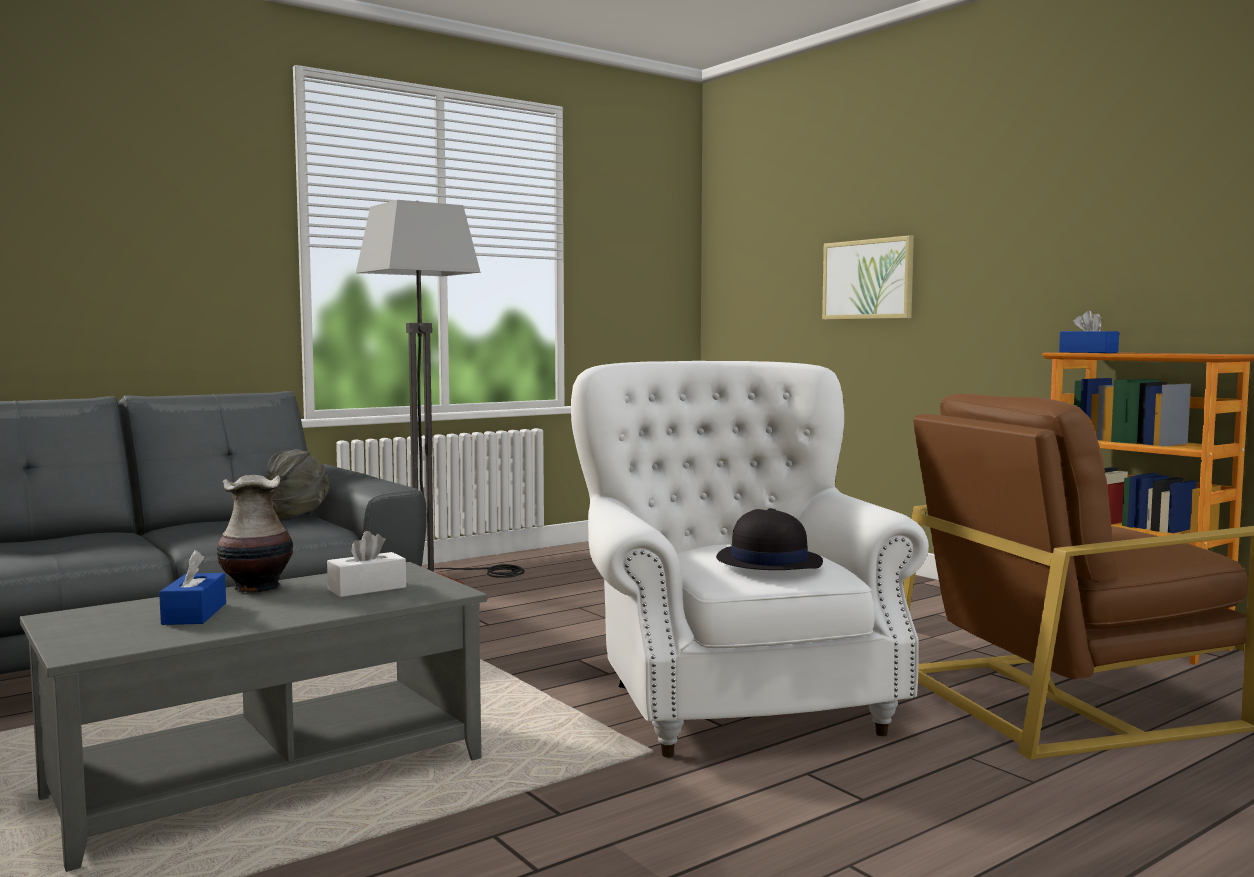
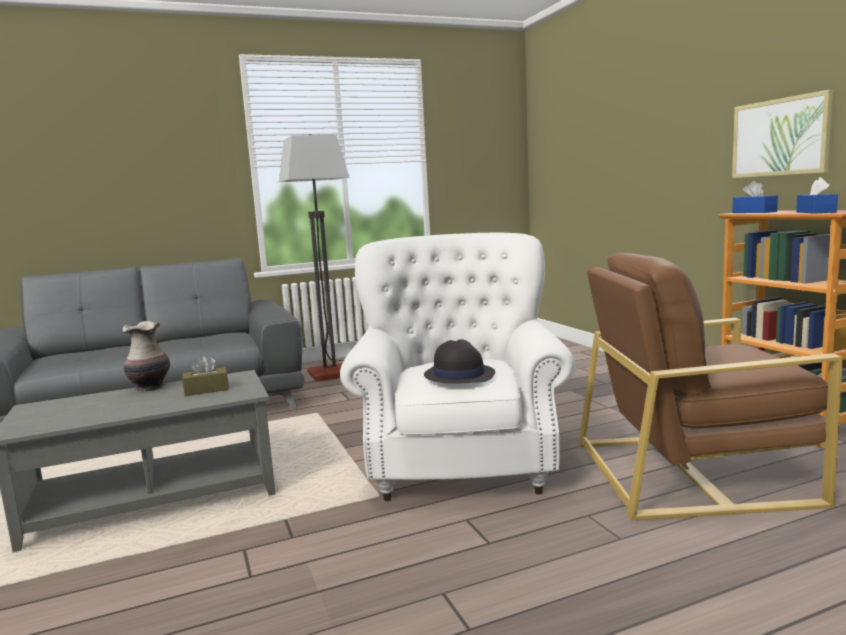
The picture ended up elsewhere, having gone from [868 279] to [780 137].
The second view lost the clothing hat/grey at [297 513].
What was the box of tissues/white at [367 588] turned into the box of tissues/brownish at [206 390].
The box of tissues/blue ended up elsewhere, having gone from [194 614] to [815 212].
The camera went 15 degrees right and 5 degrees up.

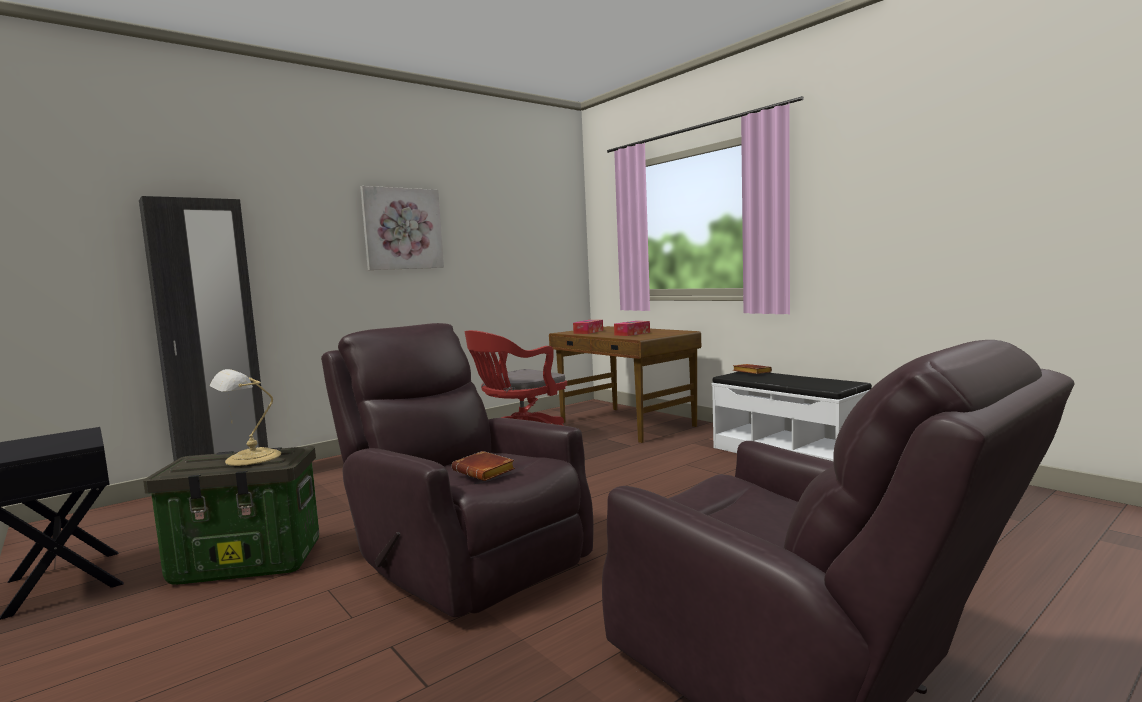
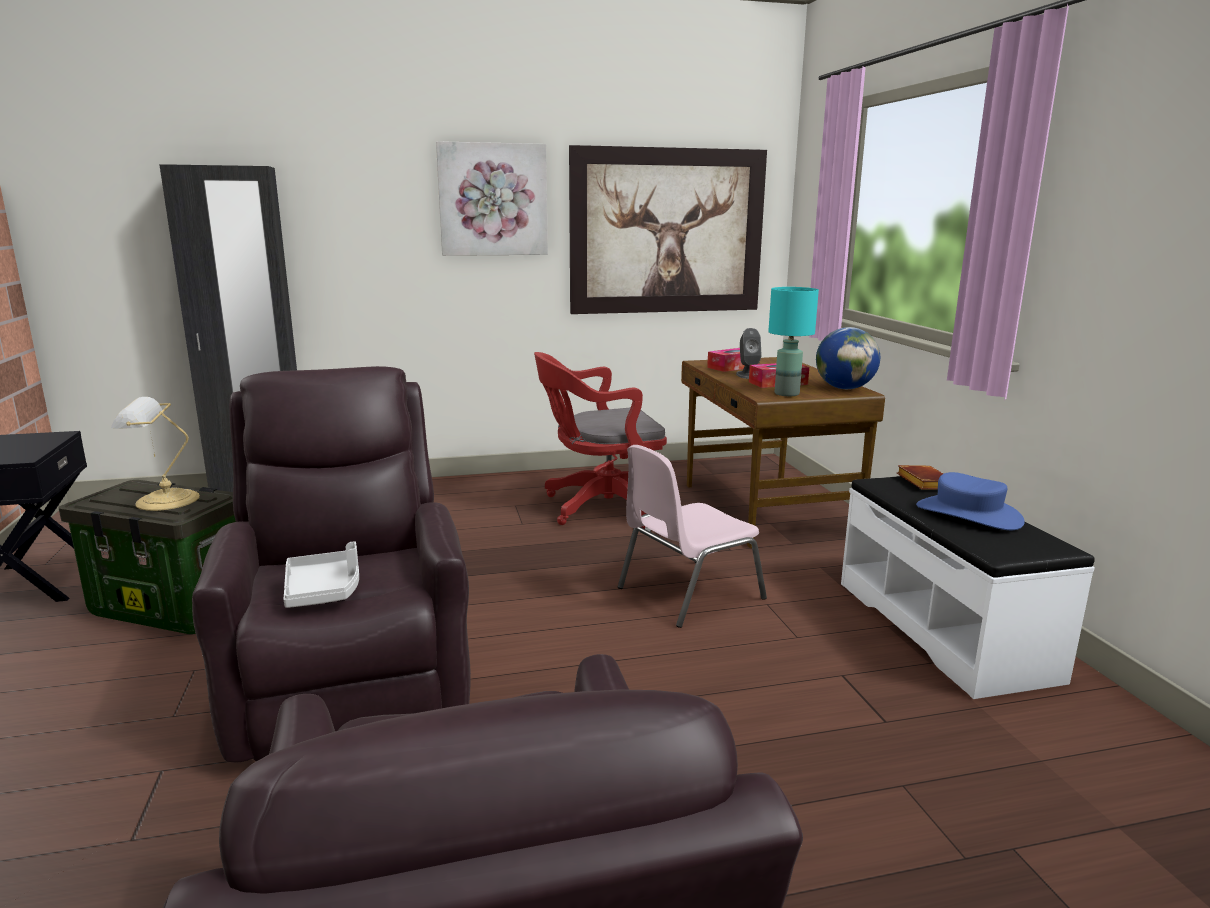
Where the volume/brownish stood at [486 471], the serving tray/grey came to stand at [324 590].
The second view gained the picture at [667 231].
The second view gained the table lamp/blue-green at [786 394].
The second view gained the world globe at [844 388].
The second view gained the speaker/grey at [747 375].
The second view gained the chair/pink-coloured at [687 593].
The second view gained the clothing hat/blue at [968 514].
The camera went 25 degrees right and 10 degrees up.

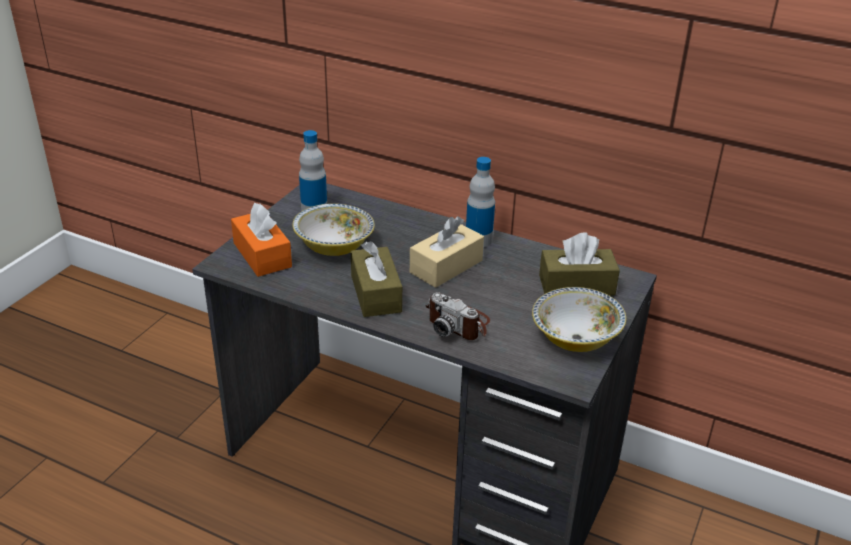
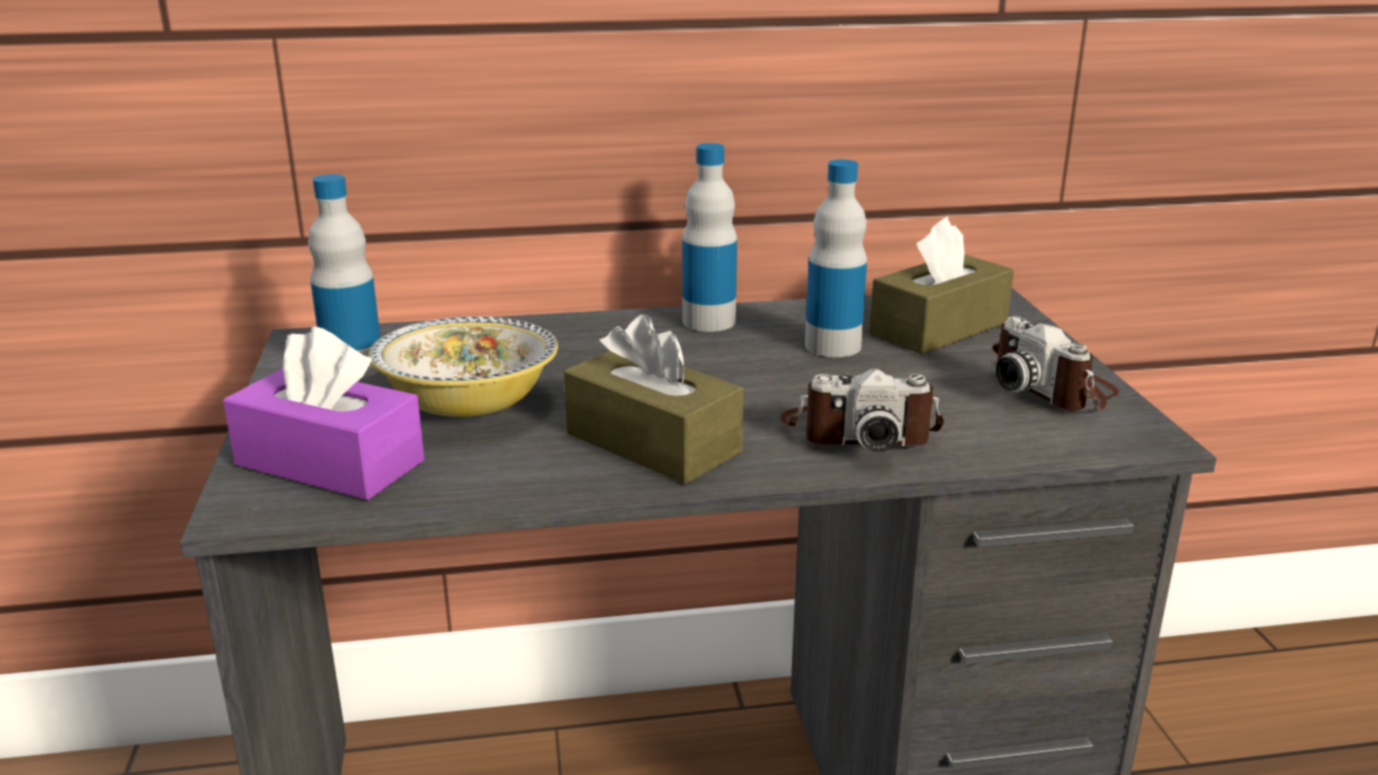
What was the box of tissues/orange-coloured at [262 255] turned into the box of tissues/purple-coloured at [330 463].
The second view lost the box of tissues/beige at [446 266].
Where the serving bowl stood at [575 338], the photo camera came to stand at [1053 388].
The second view gained the bottle at [833 346].
The camera went 35 degrees left and 10 degrees down.

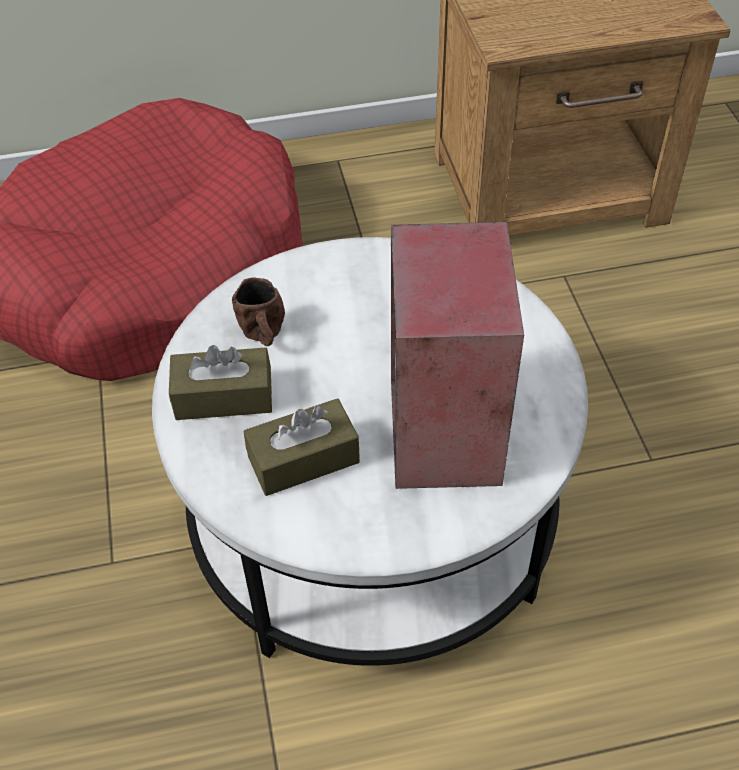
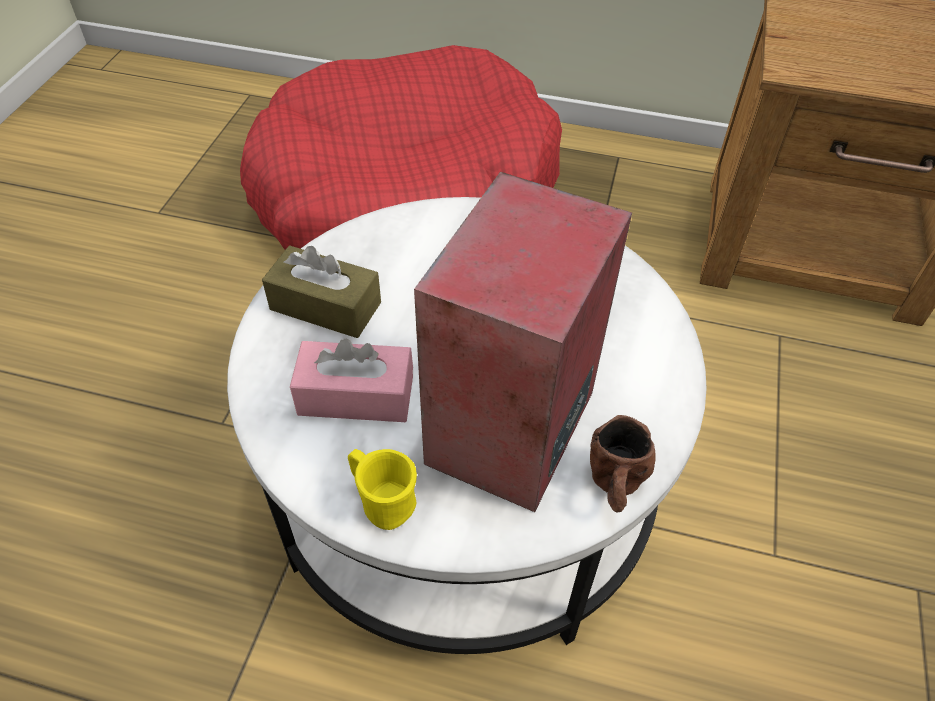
The tea mug/brownish ended up elsewhere, having gone from [264 337] to [615 489].
What was the box of tissues/brownish at [303 459] turned into the box of tissues/pink-coloured at [356 395].
The second view gained the tea mug/yellow-coloured at [382 502].
The camera went 25 degrees right and 0 degrees up.

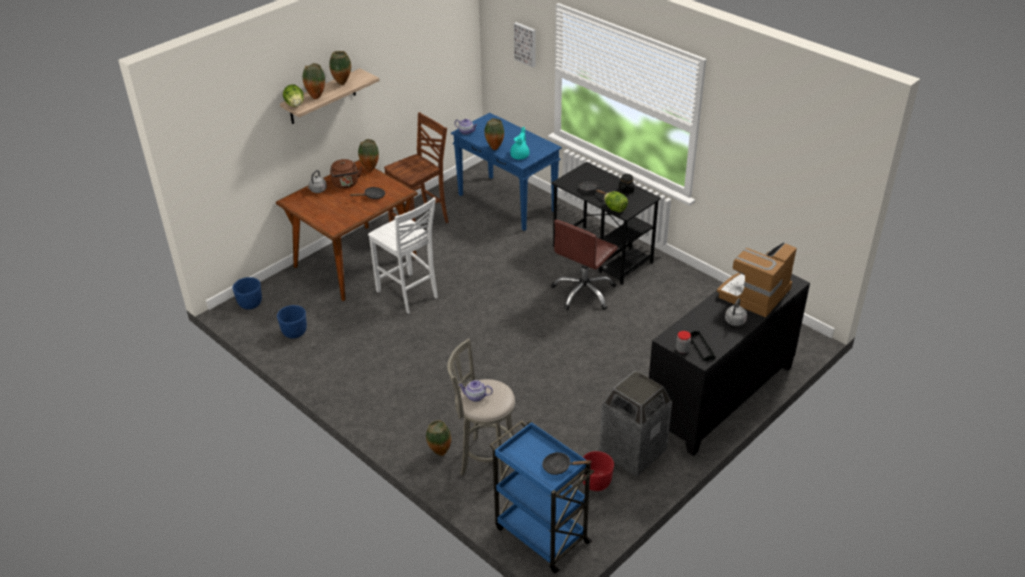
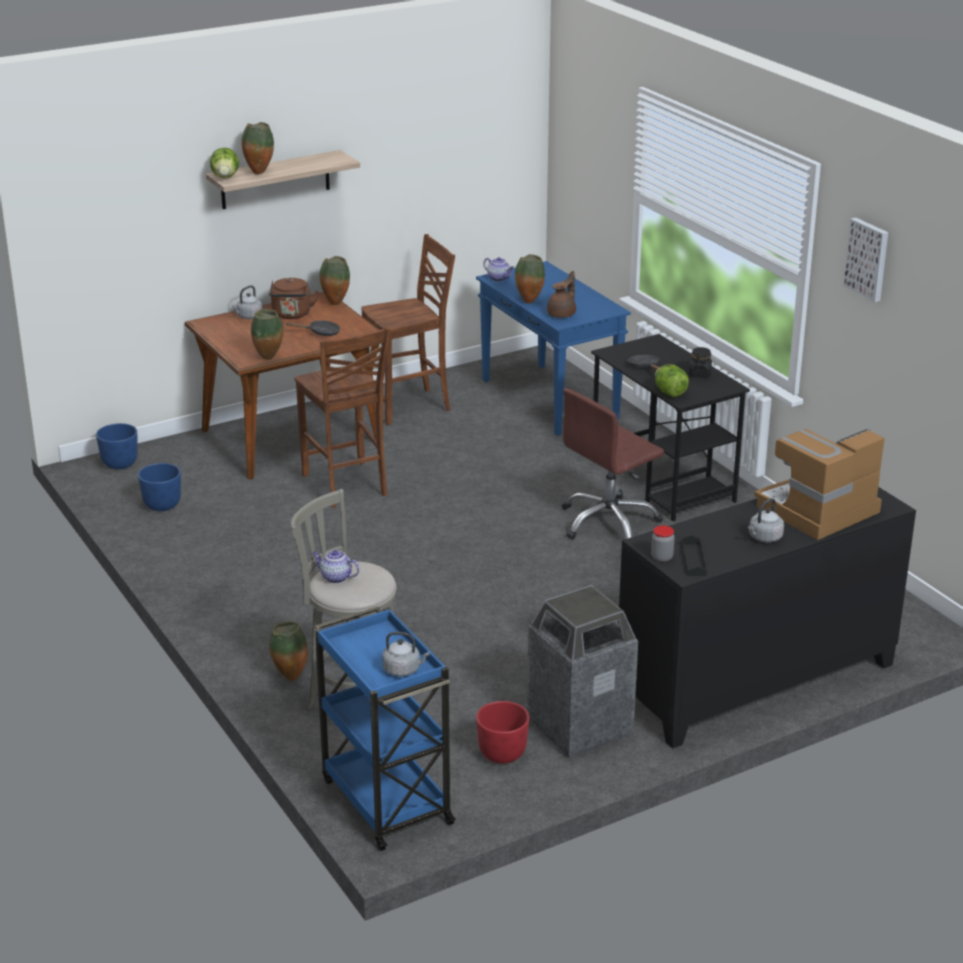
The picture ended up elsewhere, having gone from [526 44] to [868 259].
The flower vase ended up elsewhere, having gone from [343 84] to [269 359].
What was the tea pot/blue-green at [520 155] turned into the tea pot/brownish at [562 314].
What was the chair/white at [408 295] turned into the chair/brownish at [346 486].
Where the skillet/black-coloured stood at [560 467], the water kettle/grey came to stand at [403 670].
The camera went 15 degrees right and 10 degrees down.

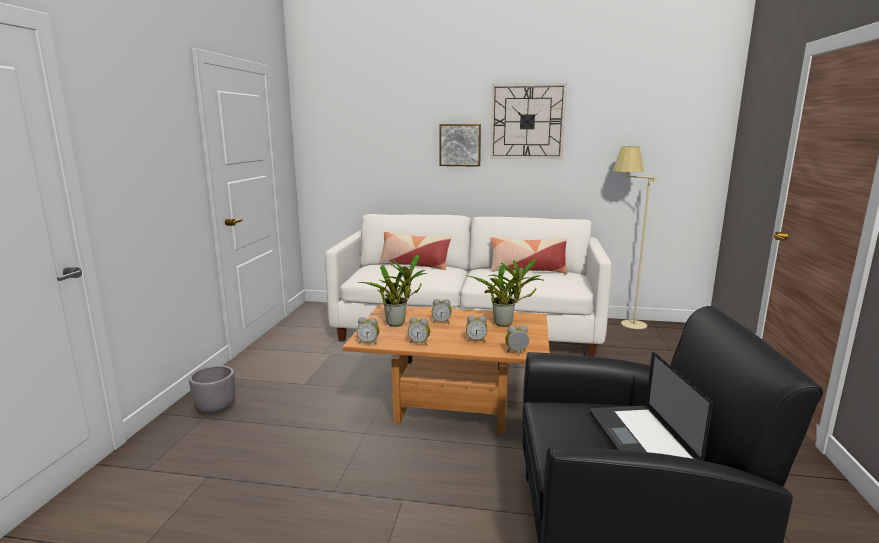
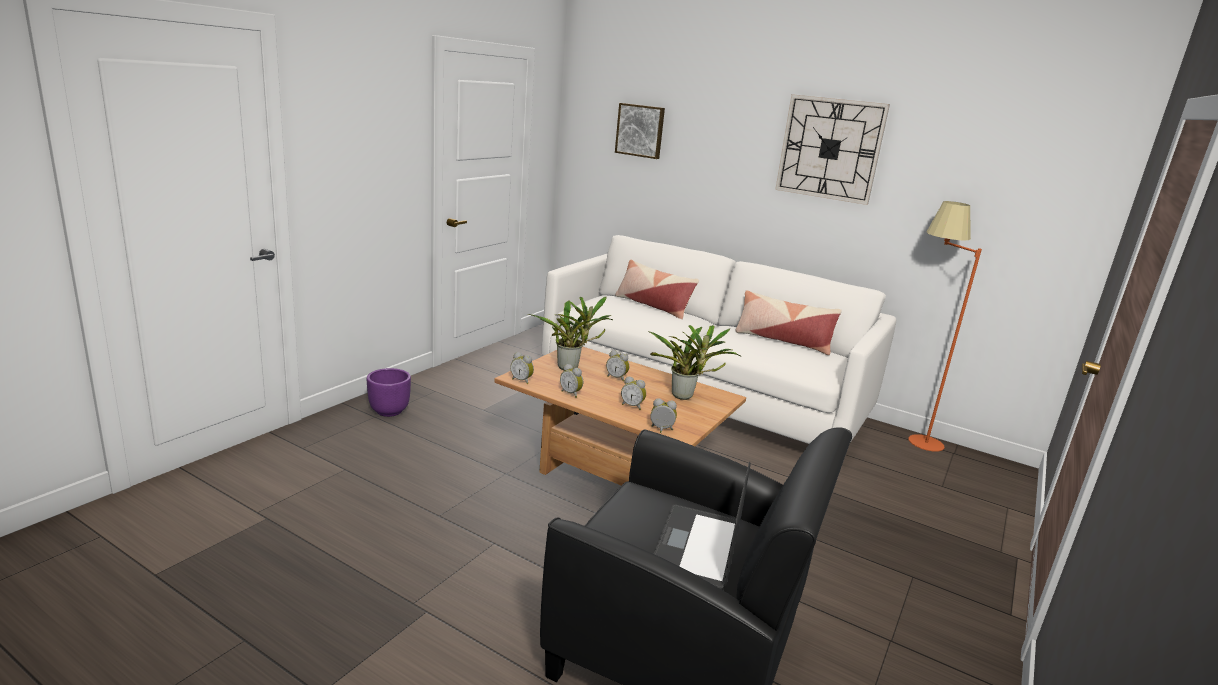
The picture ended up elsewhere, having gone from [460 145] to [640 130].
What was the floor lamp/beige at [623 325] turned into the floor lamp/orange-coloured at [909 440].
What was the flower pot/grey at [215 408] turned into the flower pot/purple-coloured at [389 411].
The camera went 20 degrees right and 5 degrees up.

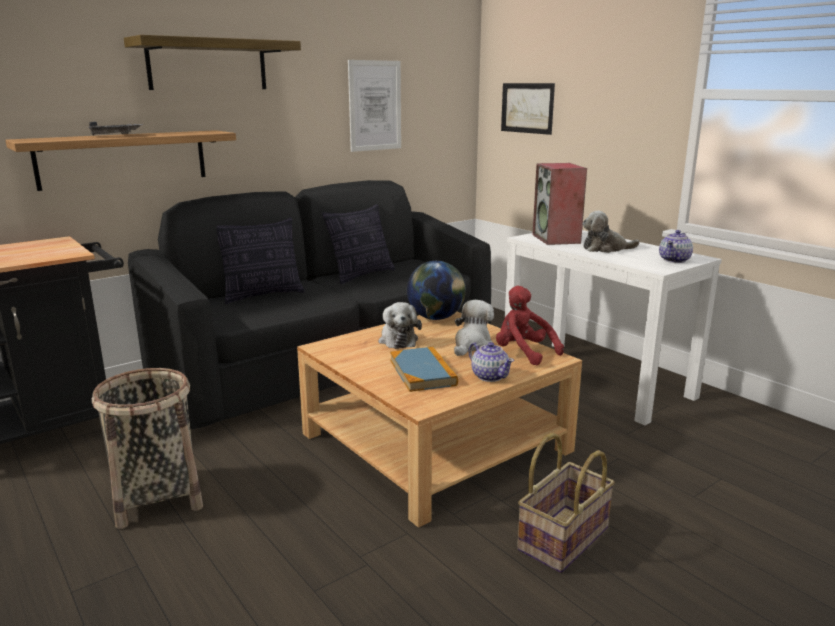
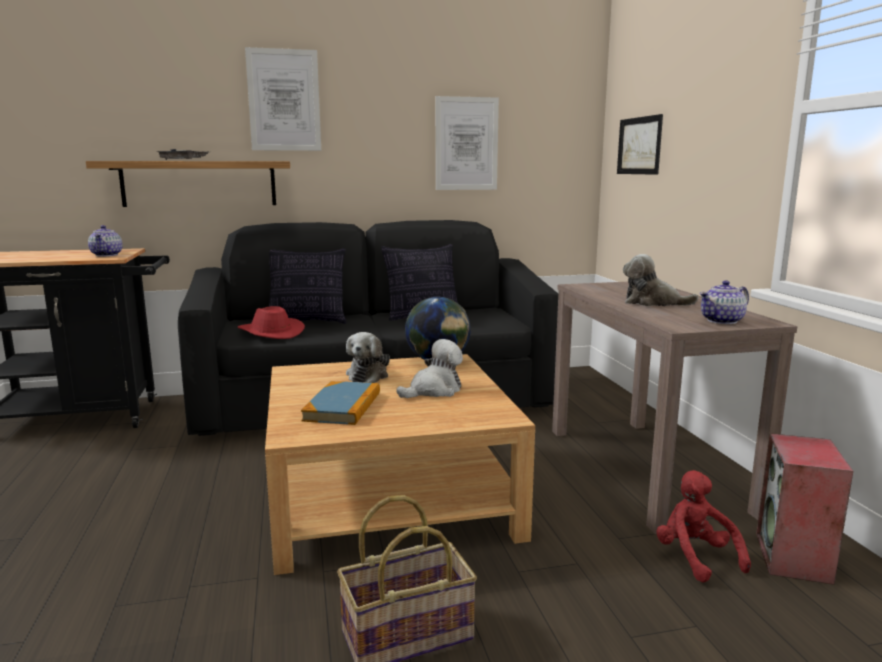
Where the wall shelf hung at [208 65], the picture came to hang at [284 100].
The speaker ended up elsewhere, having gone from [557 239] to [794 559].
What was the narrow table/white at [596 379] turned into the narrow table/brownish at [646 469].
The soft toy/reddish ended up elsewhere, having gone from [523 353] to [695 557].
The tea pot ended up elsewhere, having gone from [490 376] to [107 255].
The second view lost the household basket at [158 497].
The second view gained the clothing hat/reddish at [270 332].
The camera went 25 degrees right and 5 degrees down.

